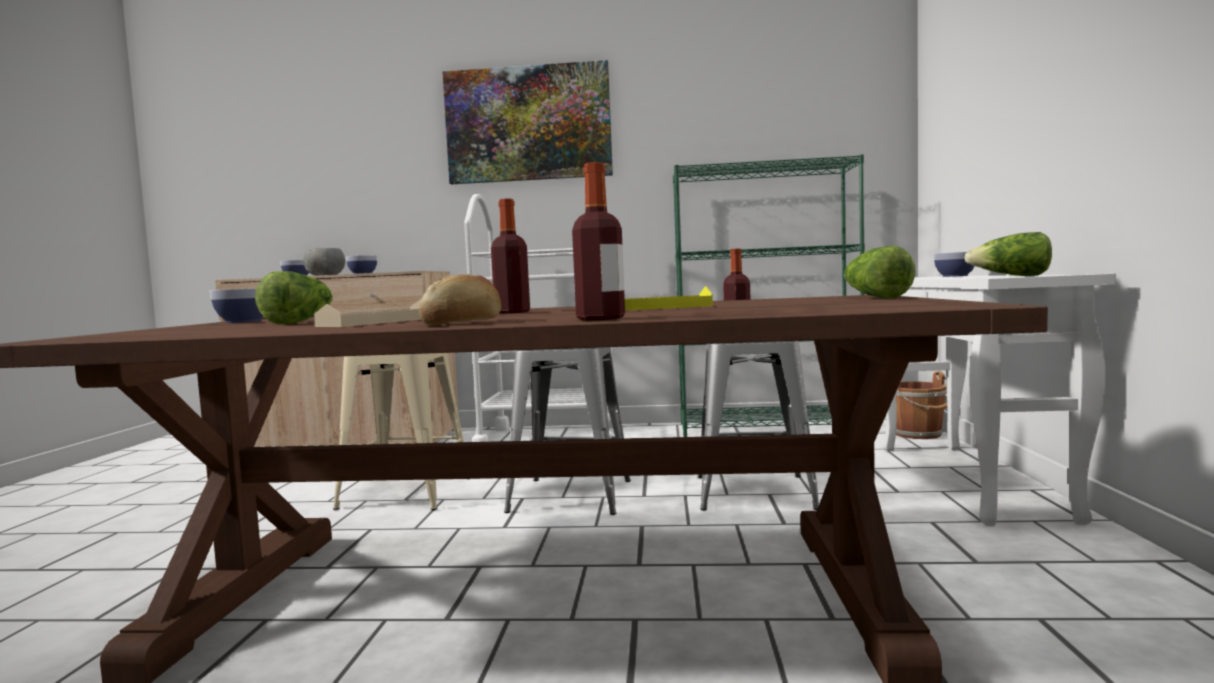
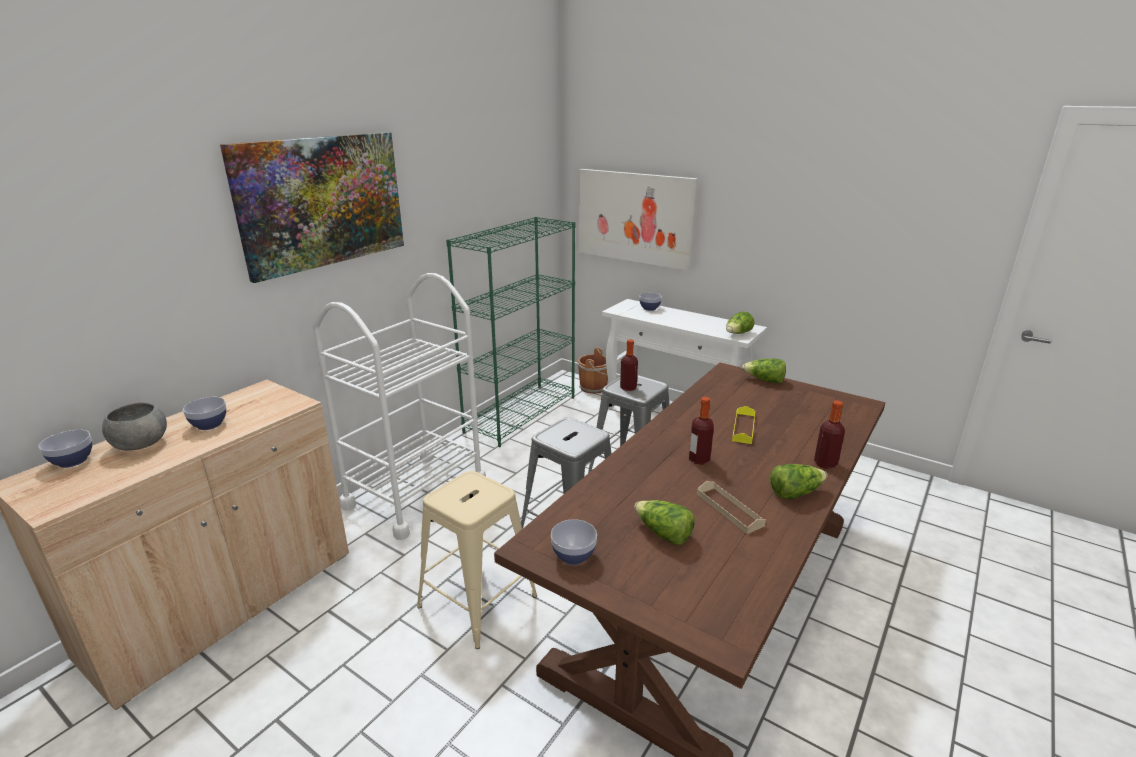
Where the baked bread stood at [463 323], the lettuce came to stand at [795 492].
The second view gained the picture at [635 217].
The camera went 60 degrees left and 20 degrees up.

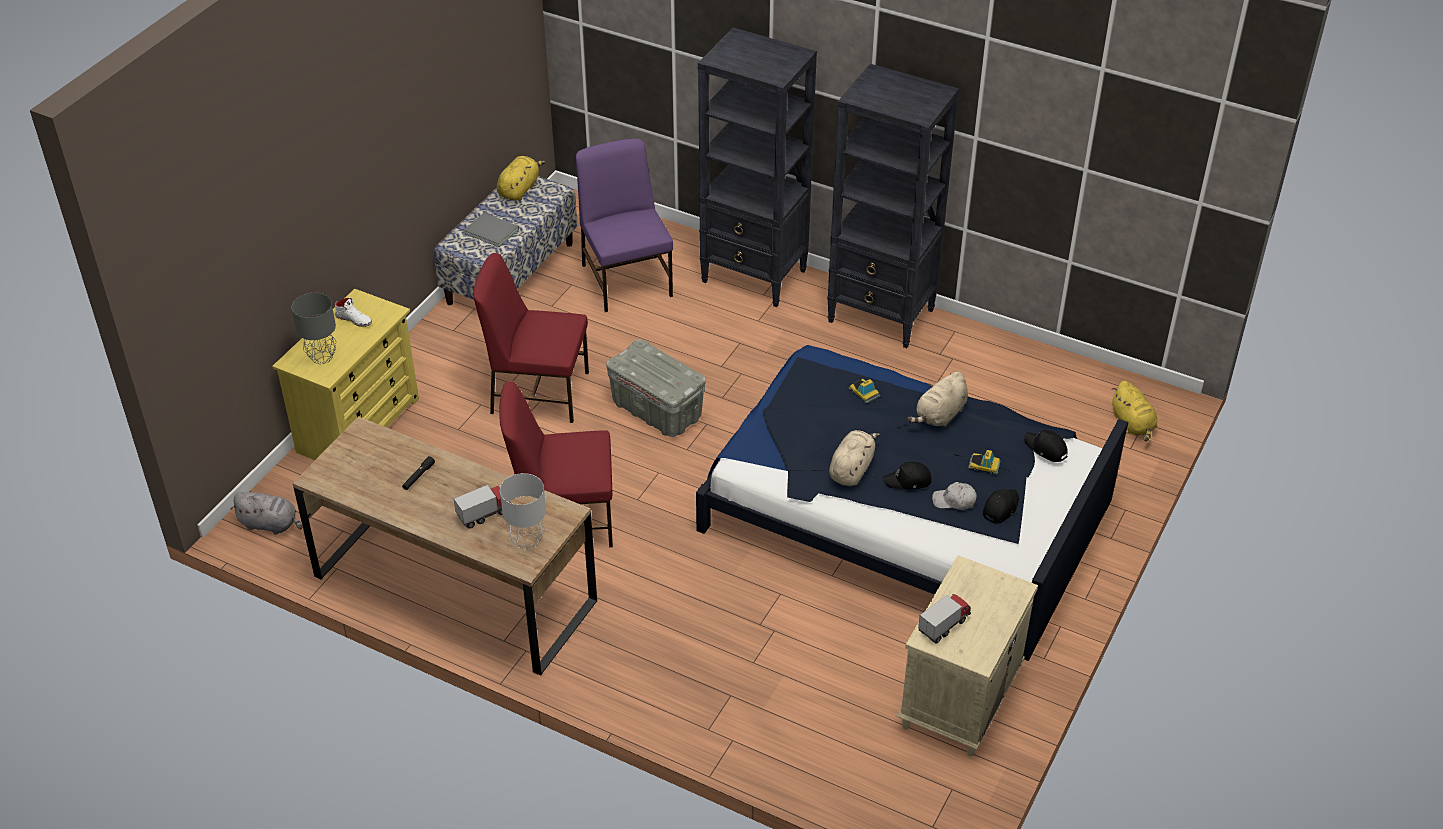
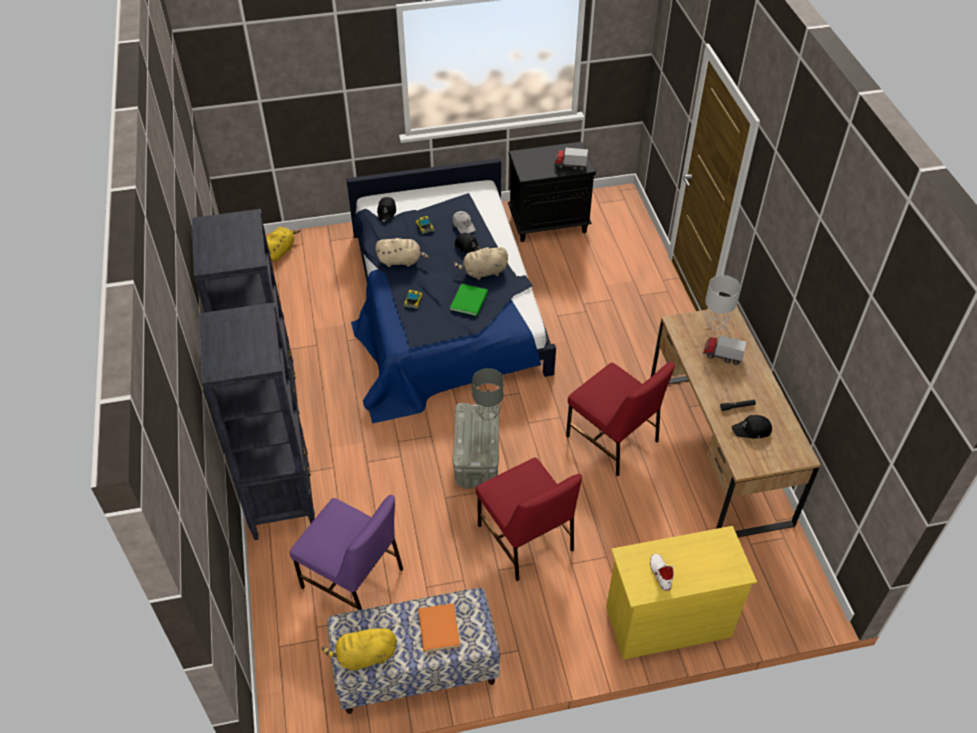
The chair/purple-coloured at [627 279] ended up facing another way, 90 degrees counterclockwise from before.
What was the volume/grey at [491 230] turned into the volume/orange-coloured at [438 630].
The table lamp/grey ended up elsewhere, having gone from [322 358] to [487 414].
The cap/black-coloured ended up elsewhere, having gone from [1000 508] to [752 430].
The second view lost the soft toy/grey at [270 524].
What was the nightstand/beige at [959 701] turned into the nightstand/black-coloured at [549 223].
The second view gained the volume/green-coloured at [470 300].
The camera went 130 degrees left and 5 degrees up.

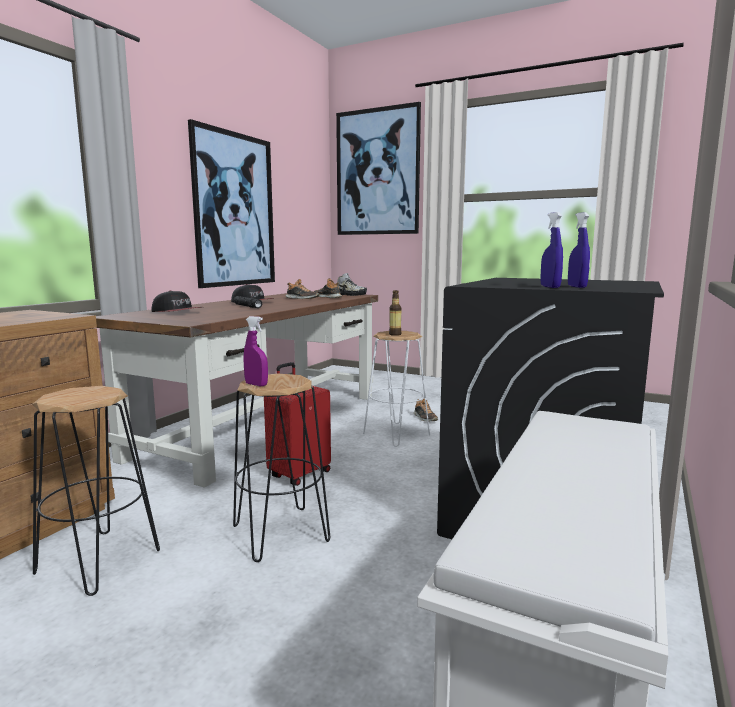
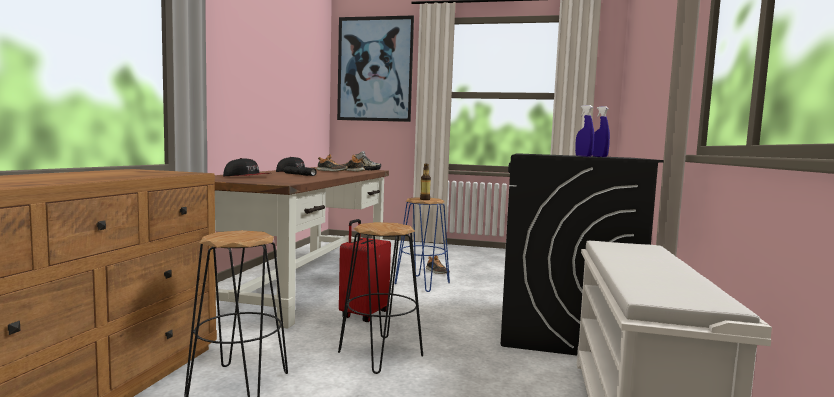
The second view lost the picture at [234 210].
The second view lost the sprayer/purple-coloured at [256 385].
What was the sitting stool/white at [396 434] turned into the sitting stool/blue at [422 283].
The camera went 15 degrees left and 5 degrees down.

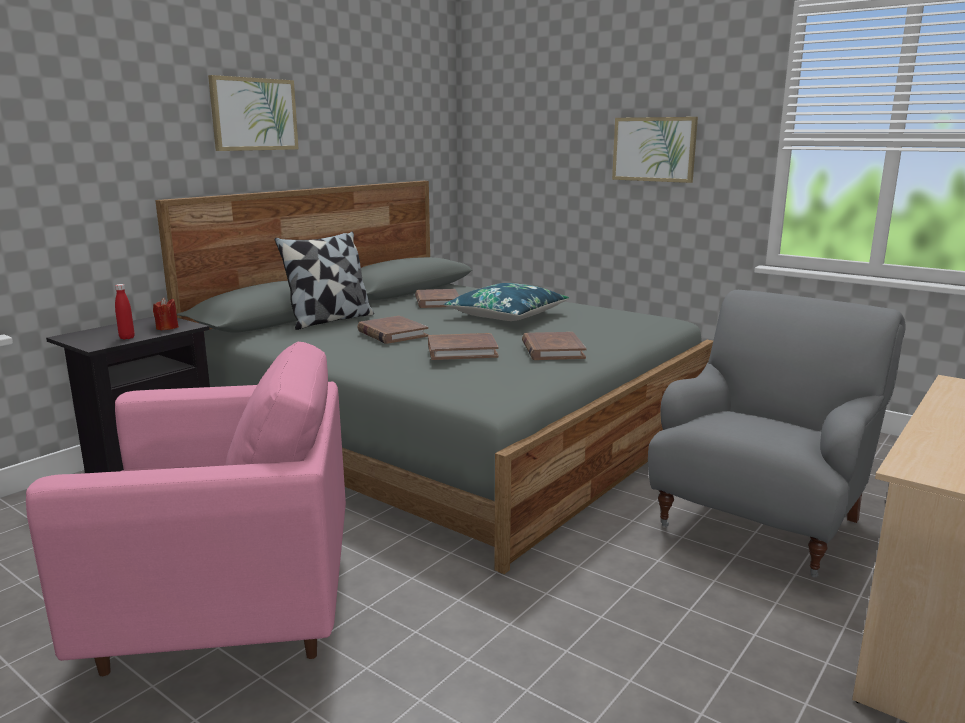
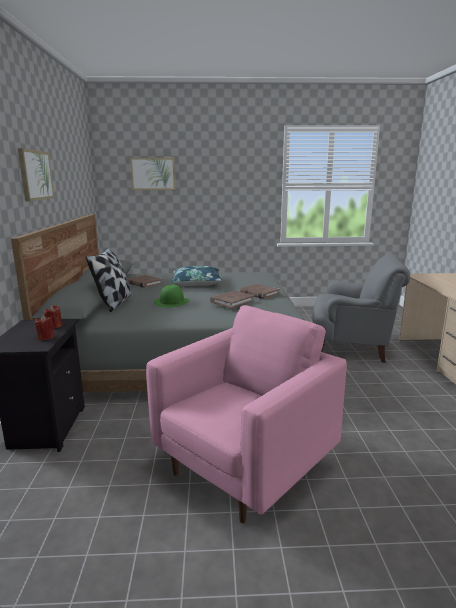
The picture ended up elsewhere, having gone from [654 149] to [153 174].
Where the bottle/reddish stood at [127 338], the wax light/reddish came to stand at [46 337].
The easy chair/grey at [761 522] ended up facing another way, 105 degrees clockwise from before.
Where the volume/brownish stood at [392 333], the clothing hat/green-coloured came to stand at [171 302].
The camera went 40 degrees left and 0 degrees up.

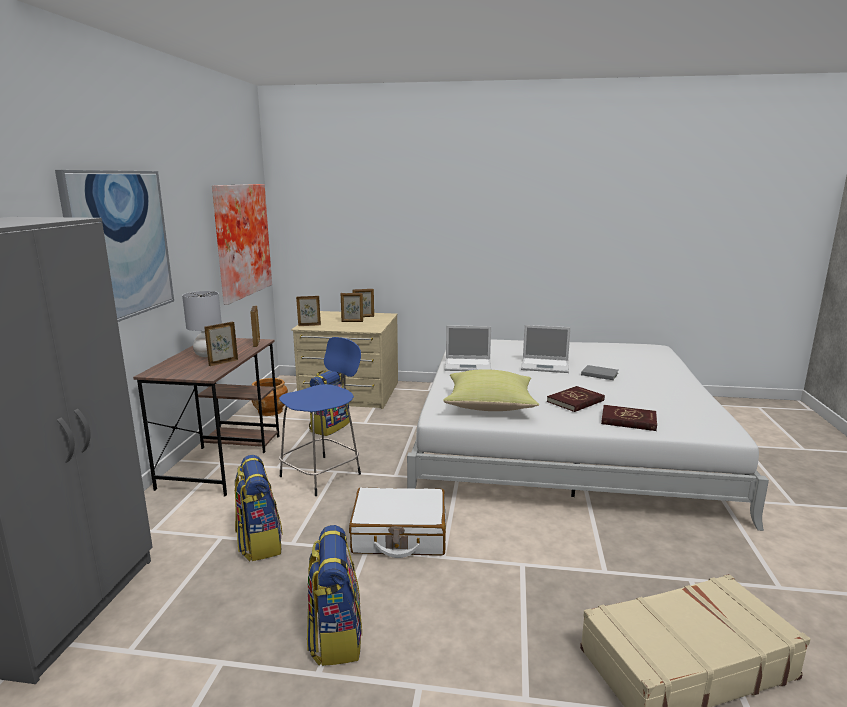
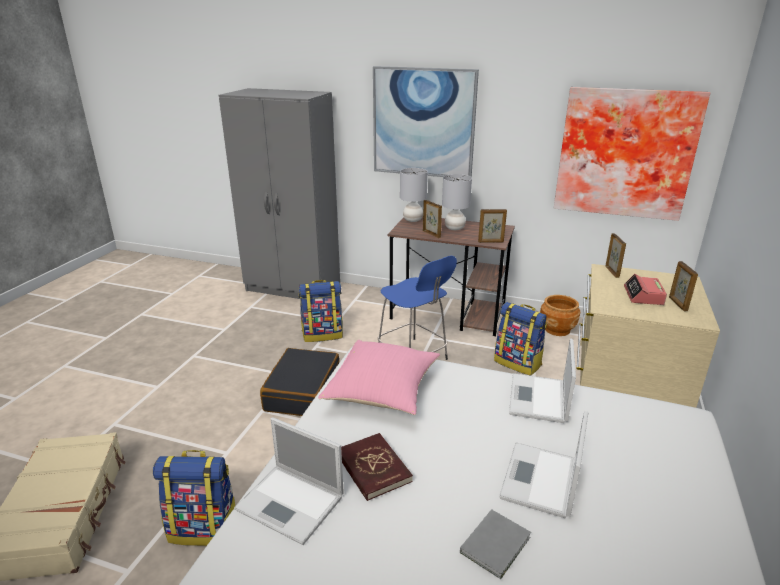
Where the photo frame stood at [352 321], the alarm clock came to stand at [643 296].
What was the pillow/yellow-coloured at [490 406] turned into the pillow/pink-coloured at [382 393].
Where the volume/reddish stood at [628 420], the laptop came to stand at [291 503].
What was the suitcase/white at [399 535] turned into the suitcase/black-coloured at [302 392].
The backpack ended up elsewhere, having gone from [335 636] to [204 528].
The second view gained the table lamp/grey at [412 220].
The camera went 100 degrees right and 10 degrees up.

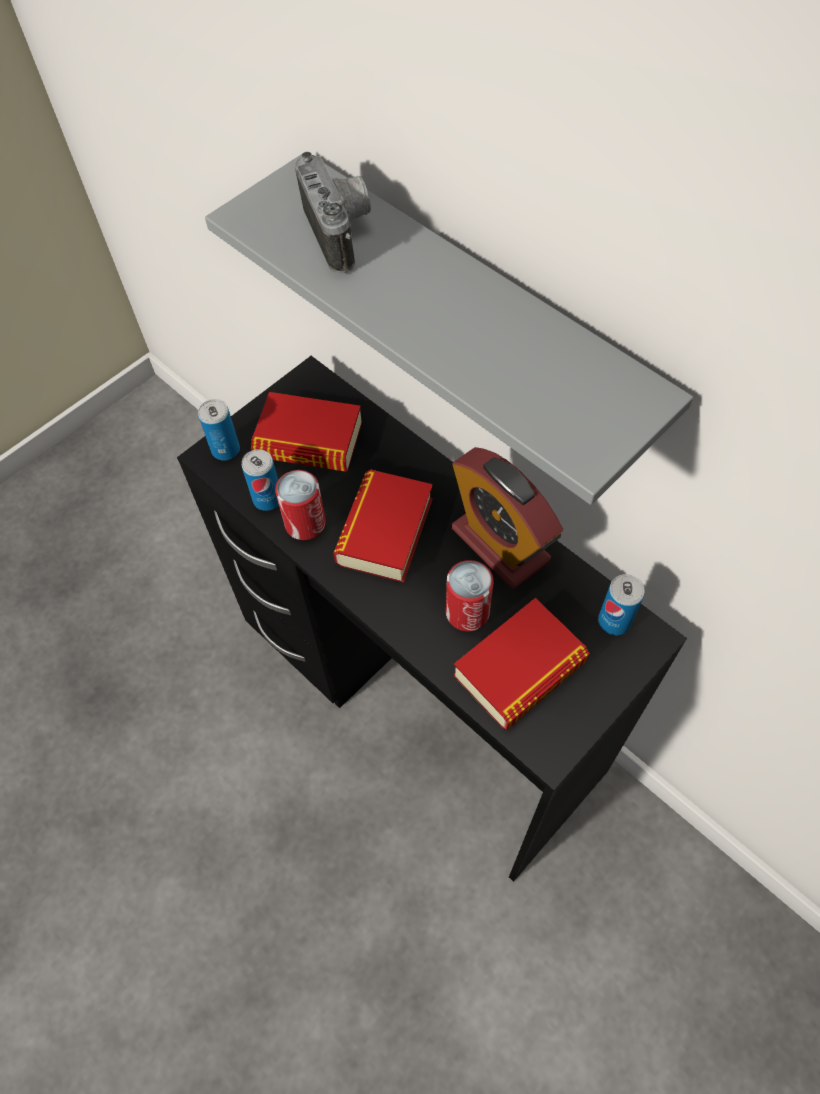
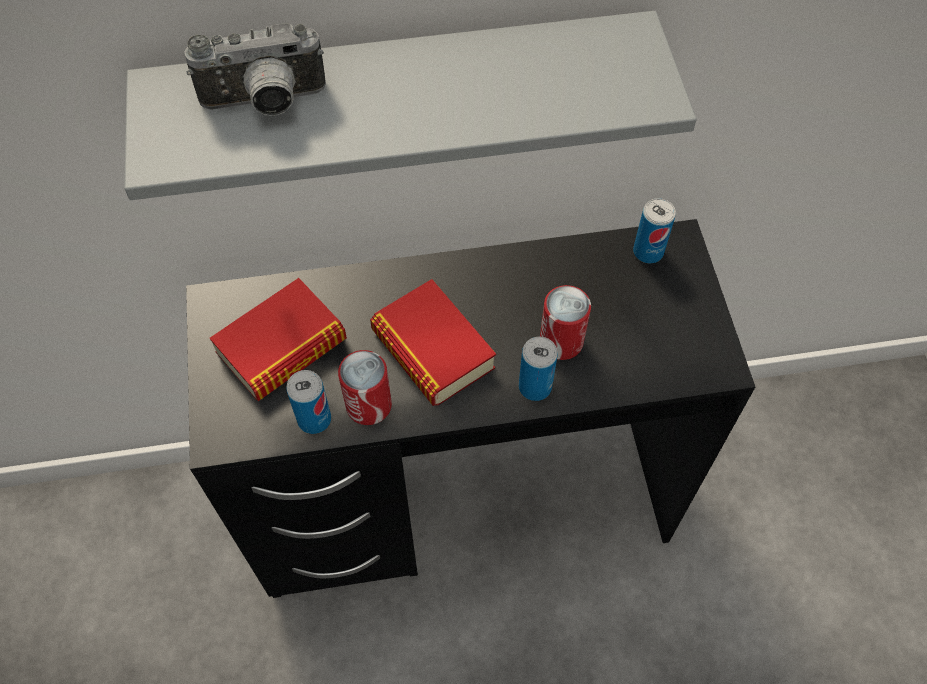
The photo camera at [342 233] ended up facing another way, 150 degrees clockwise from before.
The sealed can ended up elsewhere, having gone from [225 449] to [535 387].
The second view lost the alarm clock at [500 544].
The second view lost the volume at [519 669].
The camera went 55 degrees left and 0 degrees up.

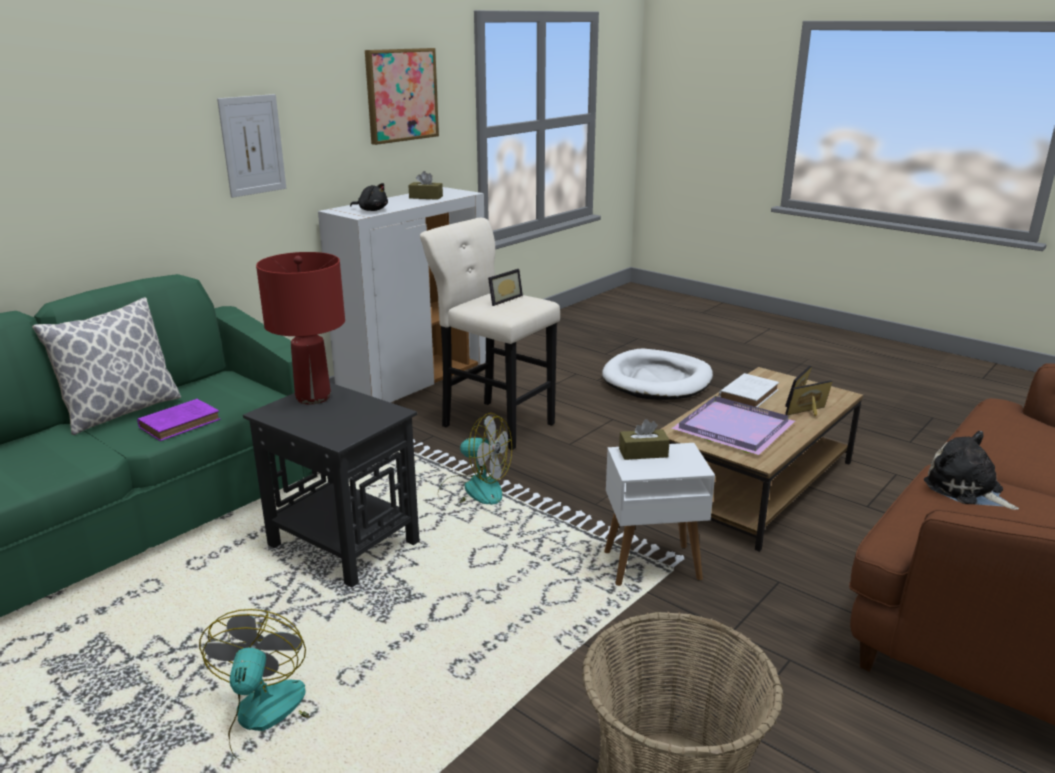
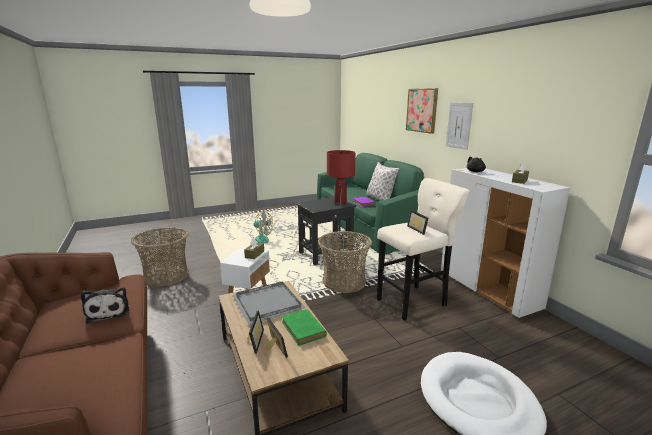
The picture ended up elsewhere, having gone from [401 95] to [422 110].
What was the volume/white at [749 394] turned into the volume/green-coloured at [304 330].
What was the serving tray/purple-coloured at [732 427] turned into the serving tray/grey at [269 304].
Where the electric fan stood at [473 490], the household basket came to stand at [344 282].
The soft toy at [966 489] ended up facing another way, 75 degrees clockwise from before.
The camera went 115 degrees right and 5 degrees down.

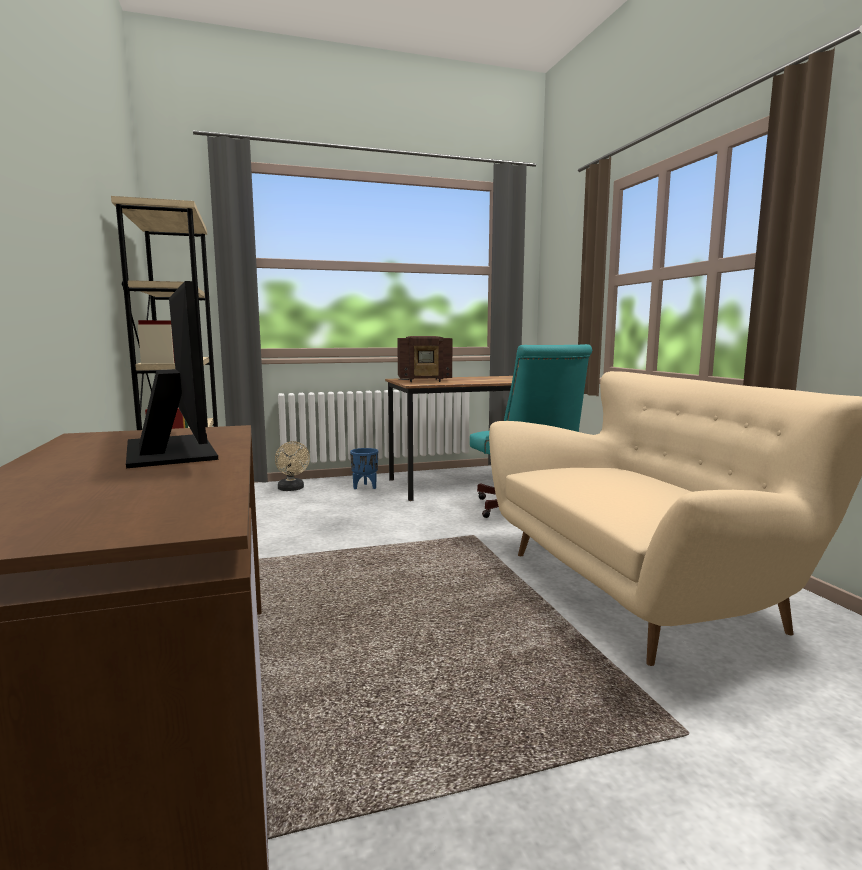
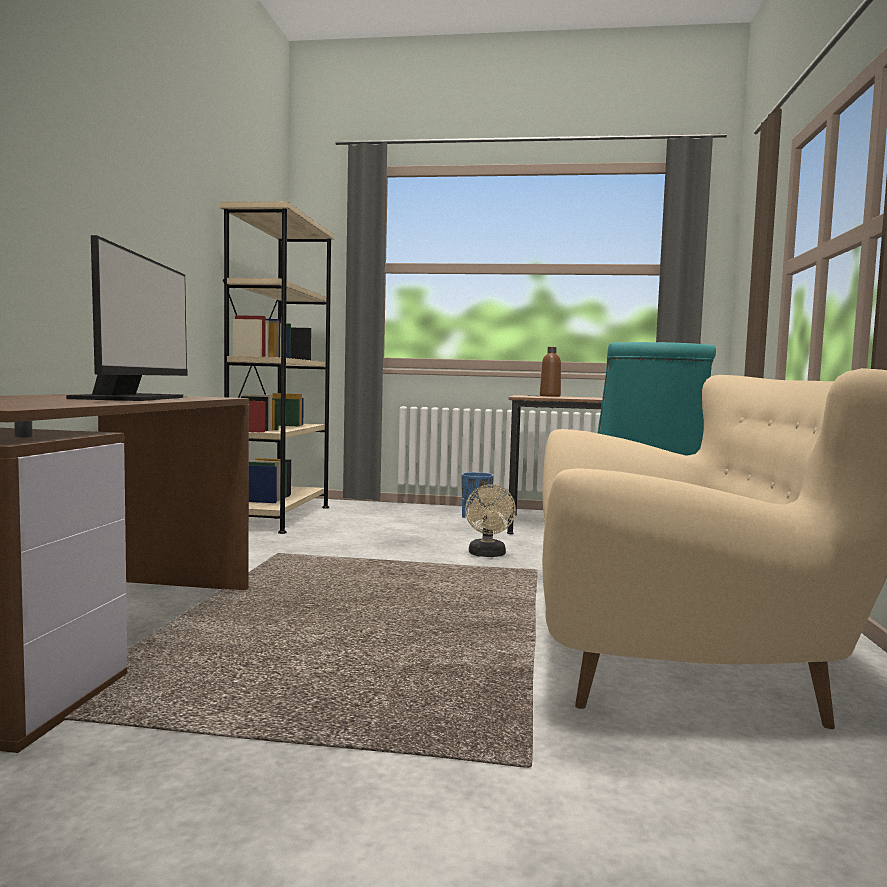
Where the radio receiver stood at [425 380], the bottle/brownish came to stand at [550 396].
The electric fan/beige ended up elsewhere, having gone from [292 489] to [488 555].
The camera went 25 degrees right and 5 degrees down.

